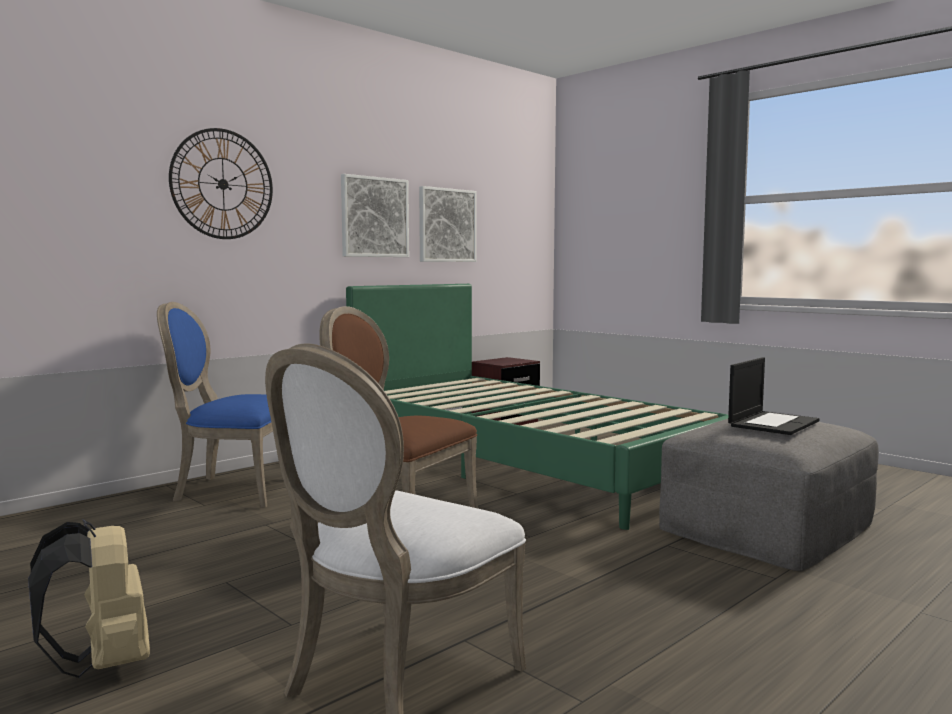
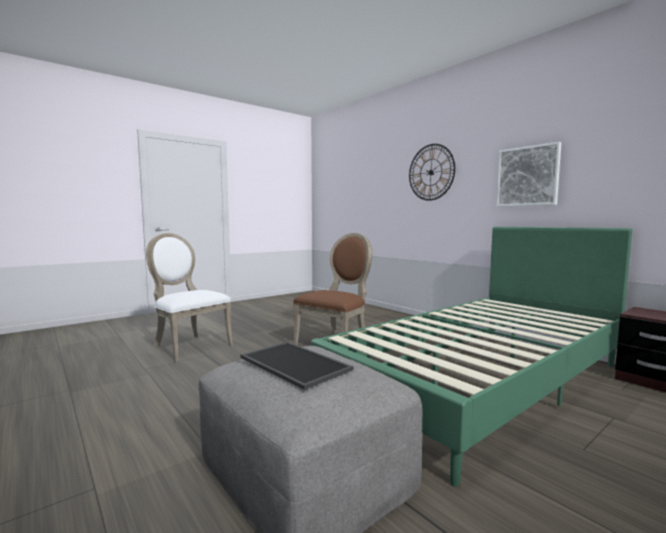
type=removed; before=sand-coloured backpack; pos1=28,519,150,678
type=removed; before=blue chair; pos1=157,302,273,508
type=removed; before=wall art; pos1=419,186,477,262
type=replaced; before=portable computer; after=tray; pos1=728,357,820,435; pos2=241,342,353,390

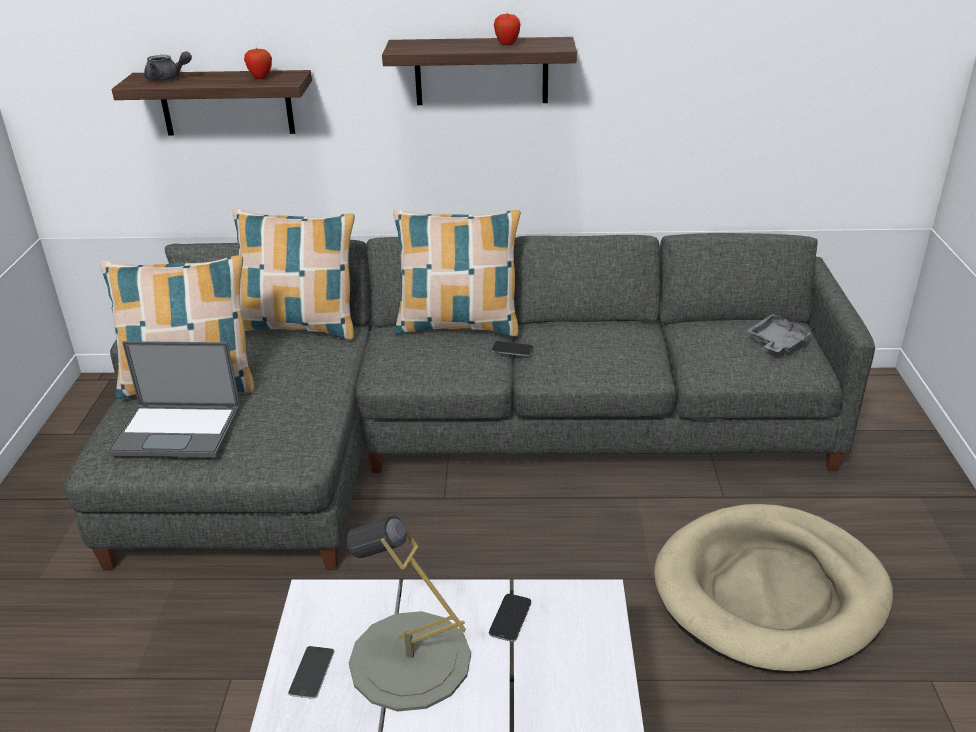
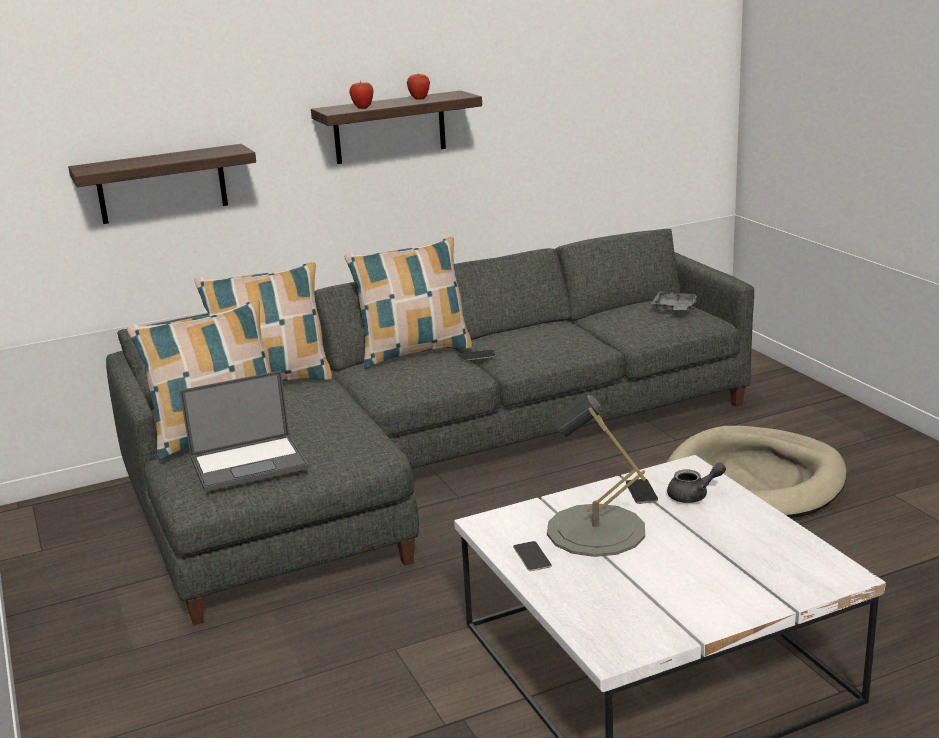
type=moved; before=greyish teapot; pos1=144,51,192,81; pos2=667,462,726,503
type=moved; before=whole apple; pos1=244,48,272,79; pos2=349,82,374,109

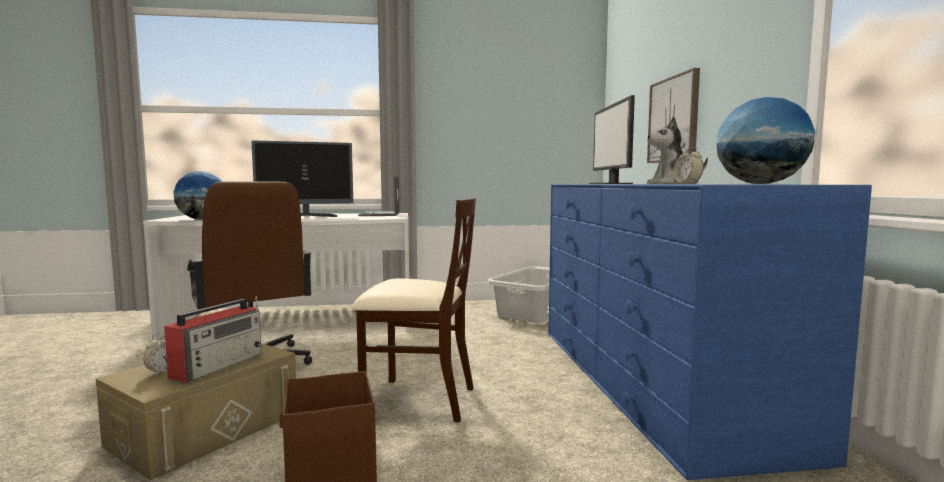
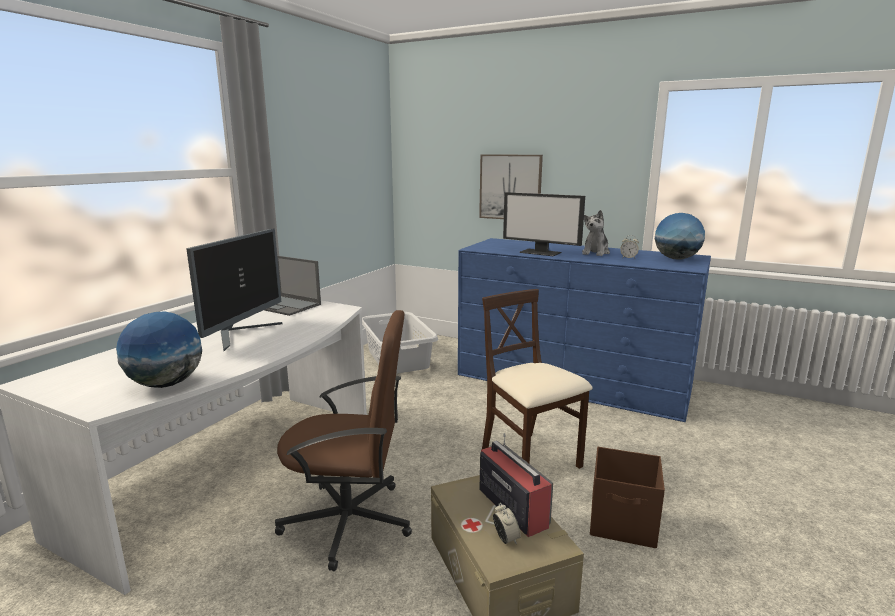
type=turned; before=sand-coloured chair; pos1=352,197,476,422; pos2=482,289,593,469; turn=-75

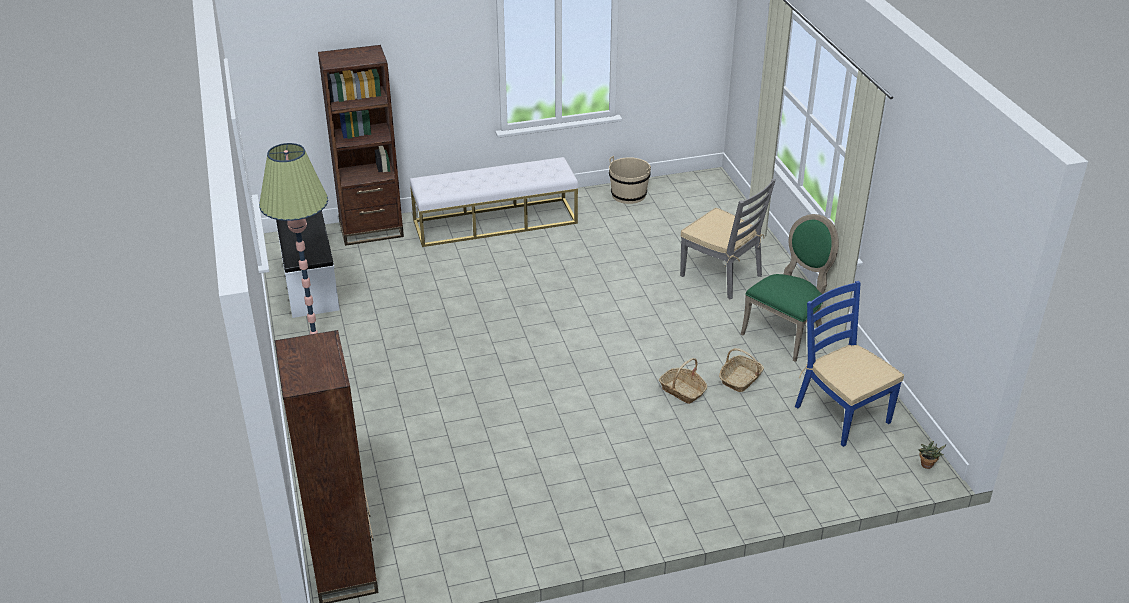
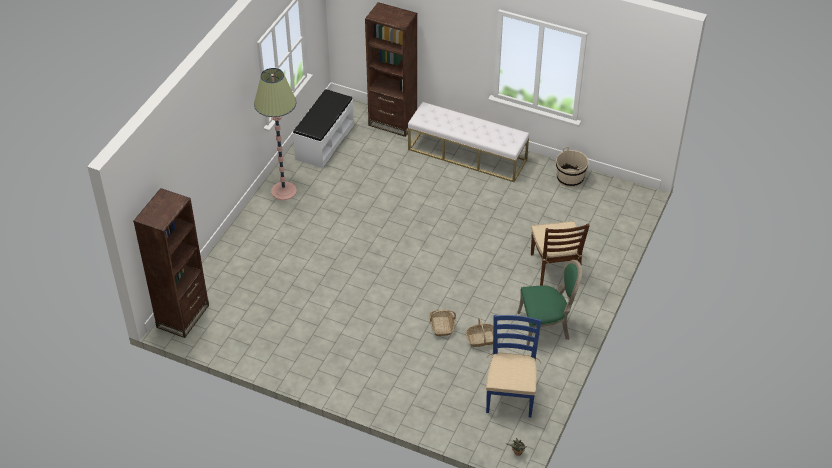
type=recoloured; before=greyish chair; after=brownish chair; pos1=680,178,776,300; pos2=531,221,590,286

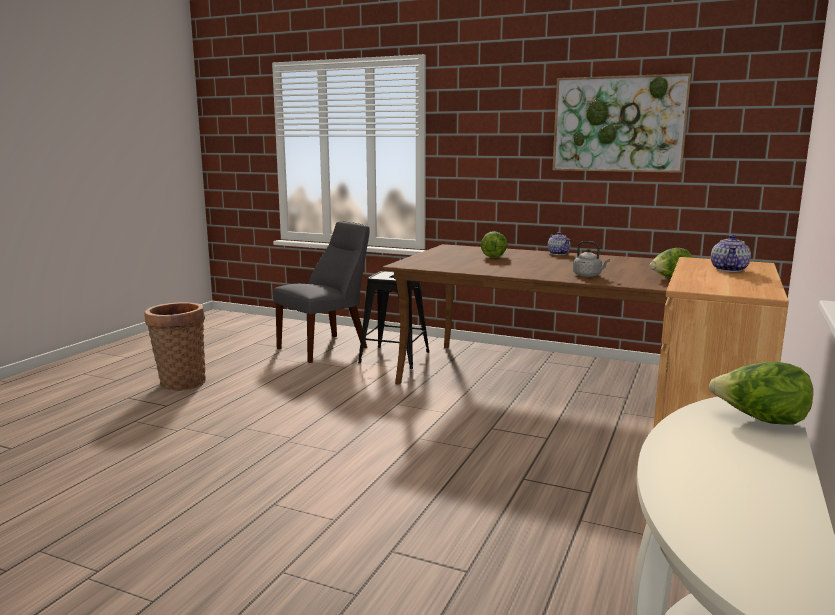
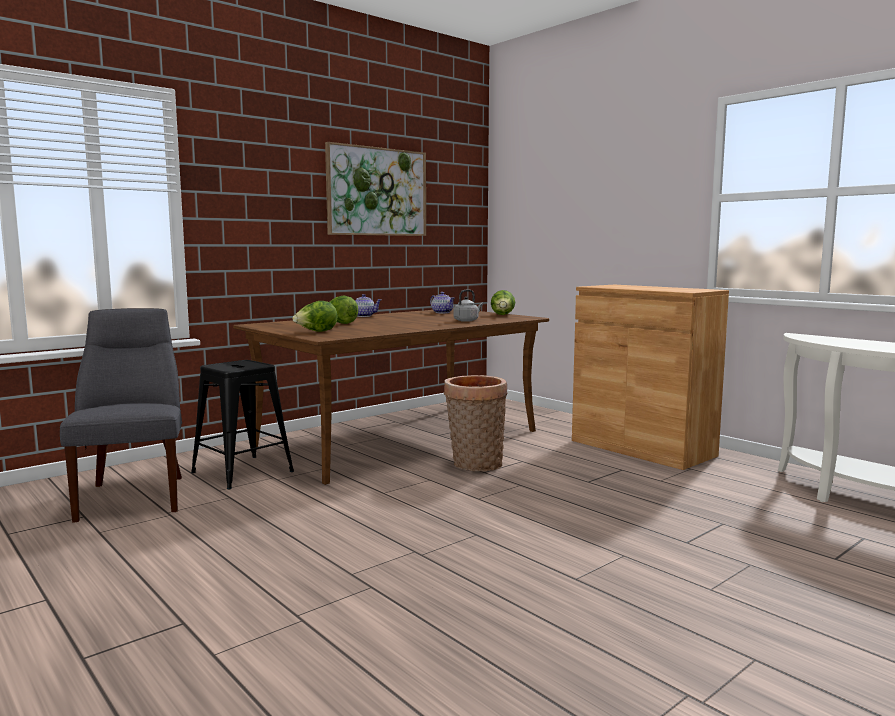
type=moved; before=storage basket; pos1=144,302,205,391; pos2=444,375,507,471
type=moved; before=head of lettuce; pos1=709,362,813,424; pos2=292,301,337,332
type=moved; before=teapot; pos1=711,235,751,272; pos2=430,292,454,313

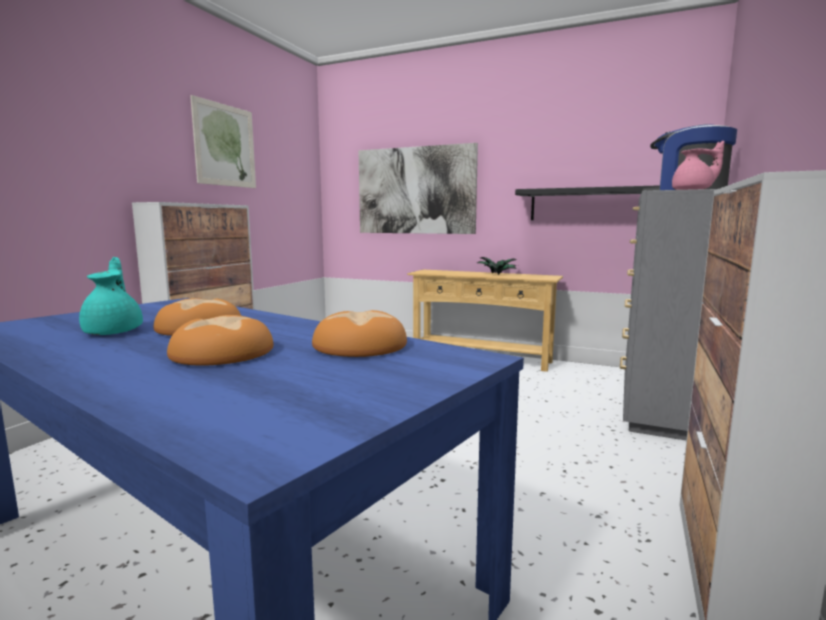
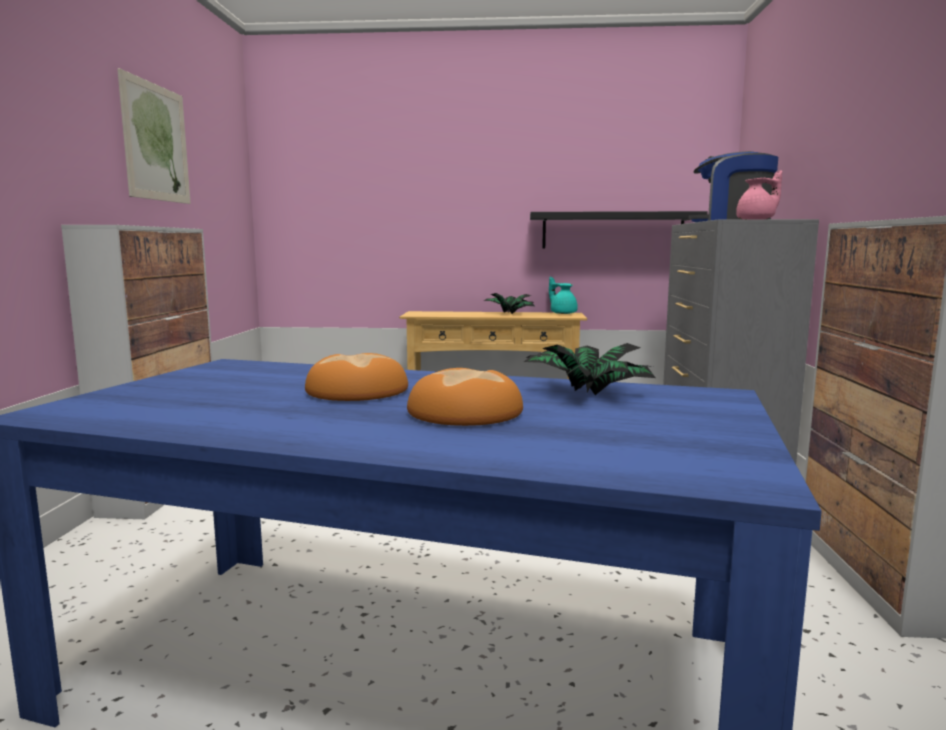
type=moved; before=blue-green teapot; pos1=79,257,143,335; pos2=549,277,578,314
type=replaced; before=bakery bread; after=houseplant; pos1=312,310,407,357; pos2=524,343,655,395
type=removed; before=wall art; pos1=359,143,478,234

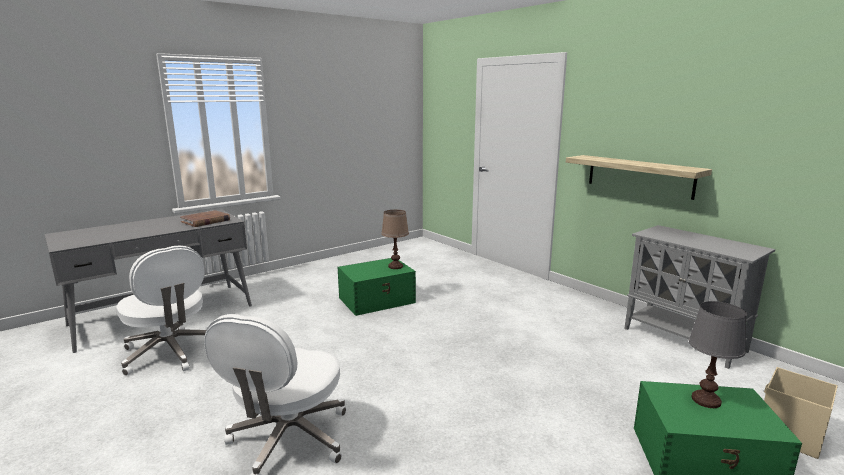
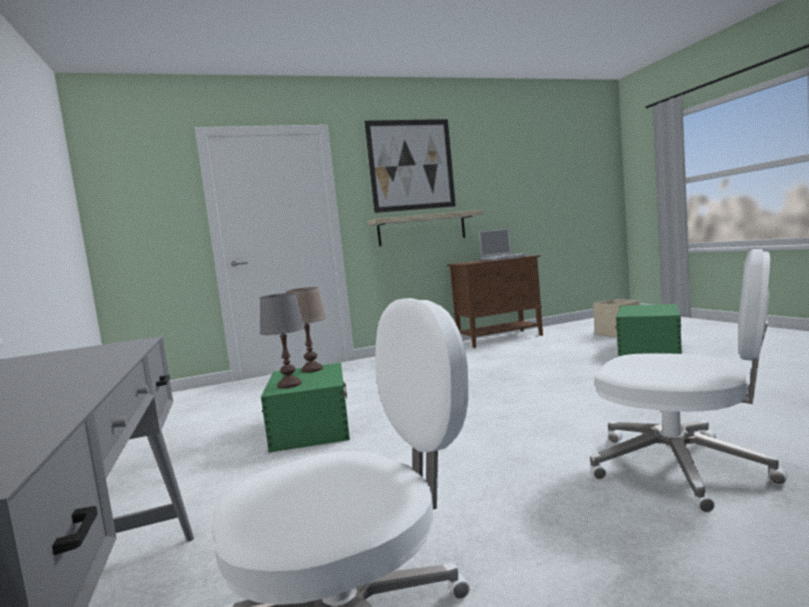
type=removed; before=brownish book; pos1=180,210,230,227
type=recoloured; before=greyish cabinet; after=brownish cabinet; pos1=624,225,775,369; pos2=447,255,543,348
type=moved; before=greyish lamp for a table; pos1=688,301,747,408; pos2=260,293,305,389
type=added; after=wall art; pos2=364,119,456,213
type=added; after=portable computer; pos2=479,229,527,260

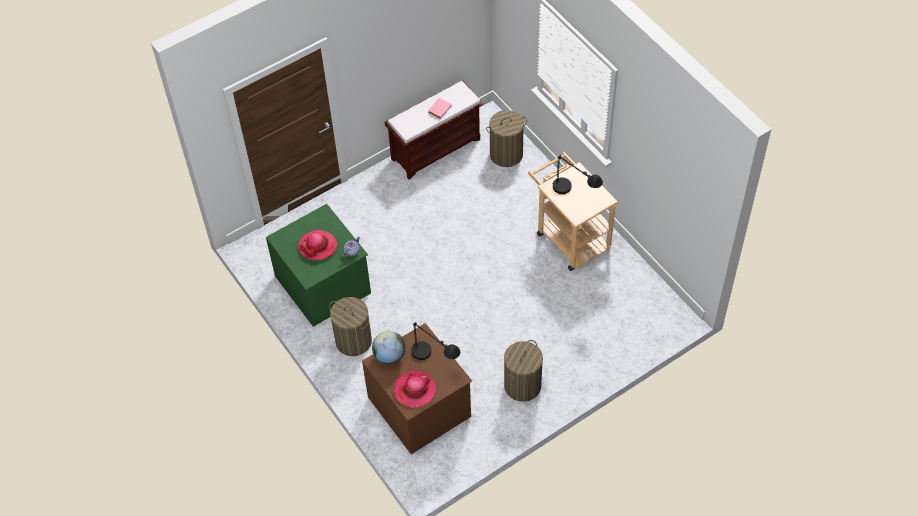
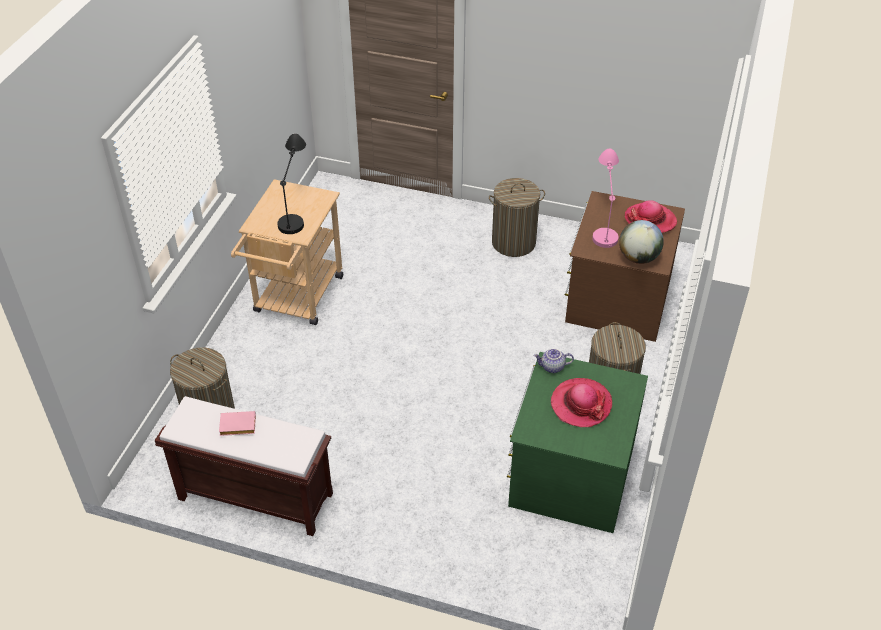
type=recoloured; before=black lamp for a table; after=pink-coloured lamp for a table; pos1=411,322,460,360; pos2=592,148,619,248

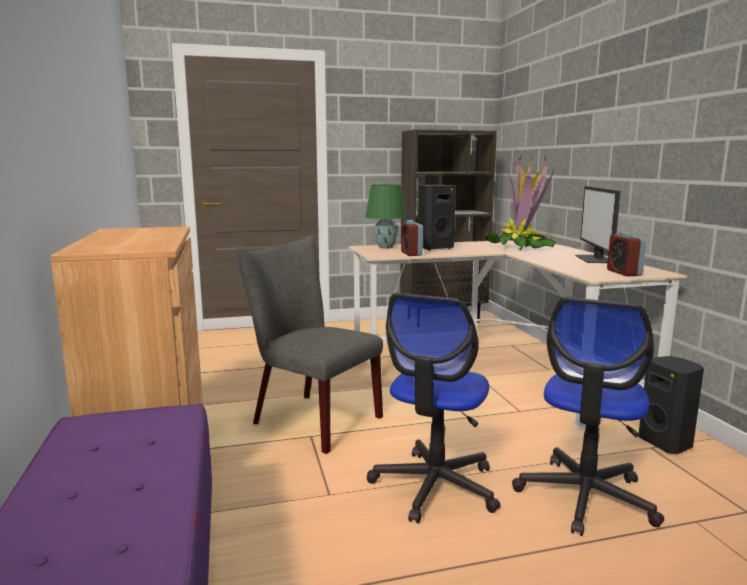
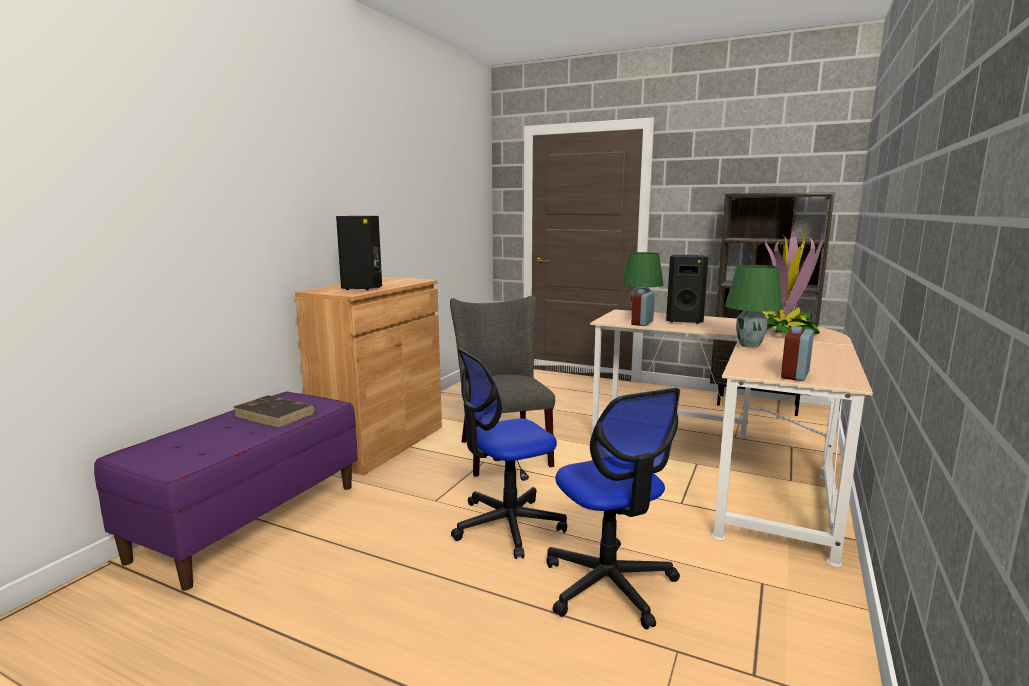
type=turned; before=office chair; pos1=512,297,664,536; pos2=546,388,680,629; turn=-90
type=removed; before=computer display; pos1=575,186,621,263
type=moved; before=black loudspeaker; pos1=638,356,704,454; pos2=336,216,382,290
type=added; after=brownish book; pos2=234,395,316,428
type=added; after=greenish lamp for a table; pos2=725,265,783,348

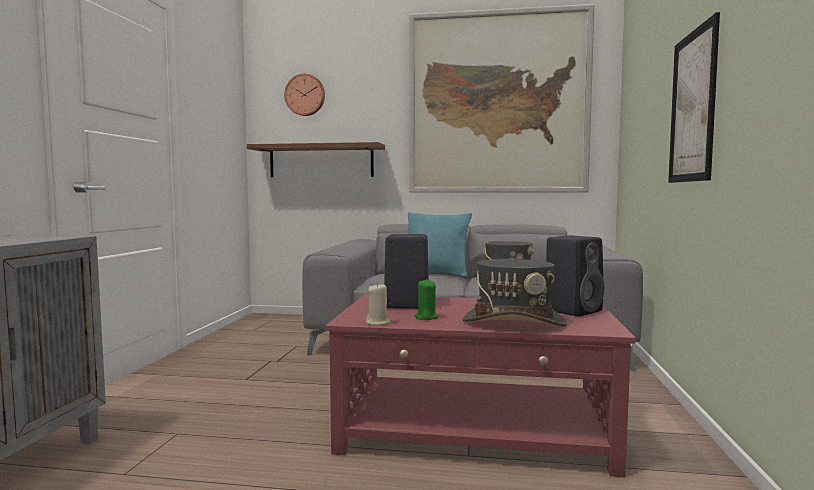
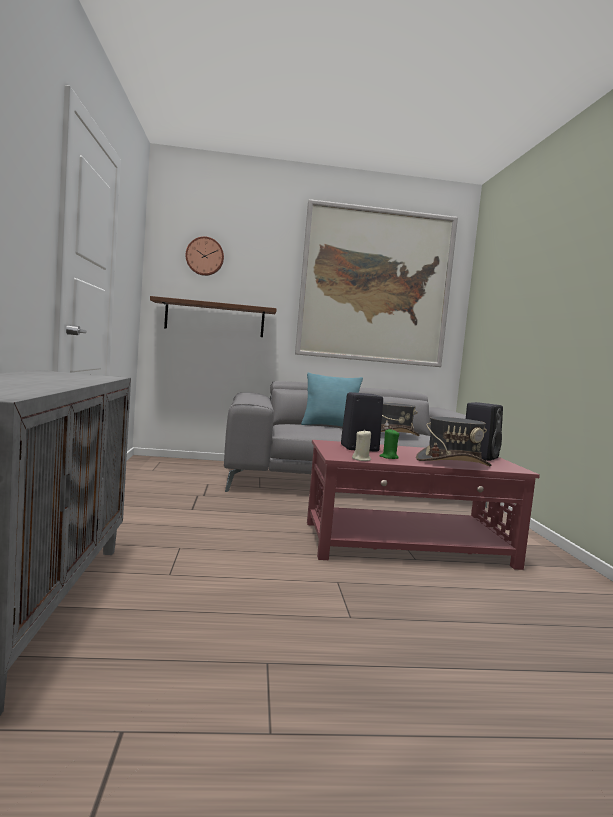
type=removed; before=wall art; pos1=668,12,720,183

